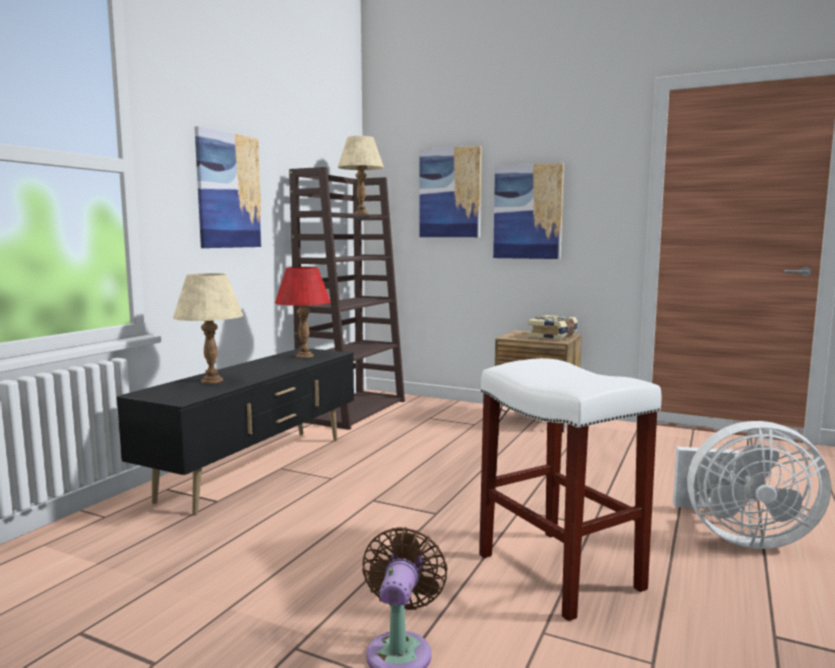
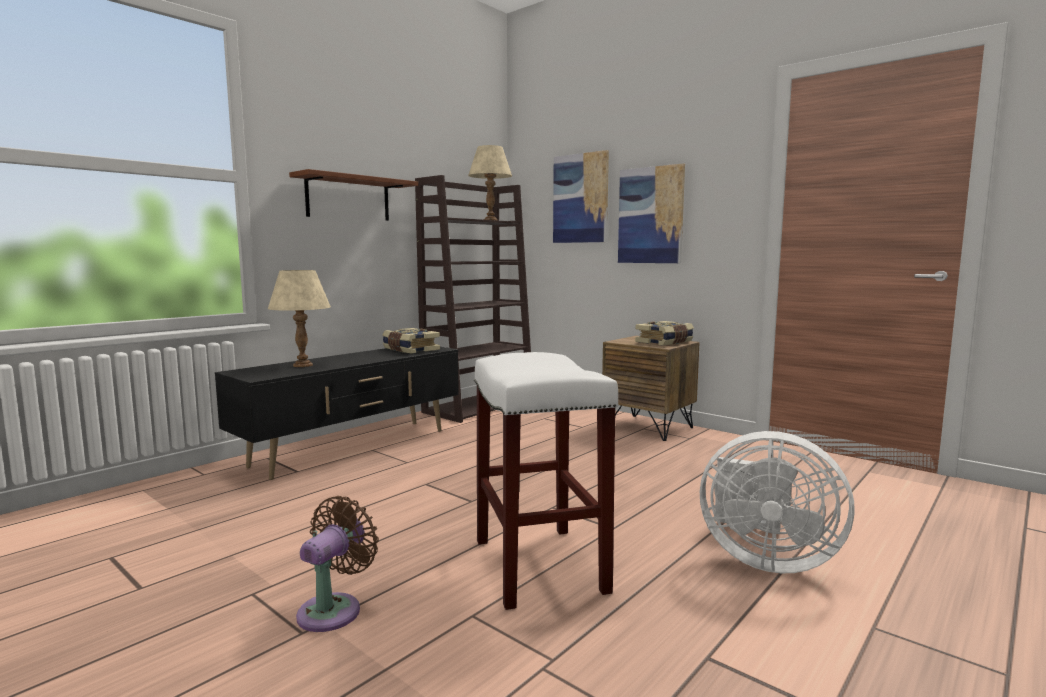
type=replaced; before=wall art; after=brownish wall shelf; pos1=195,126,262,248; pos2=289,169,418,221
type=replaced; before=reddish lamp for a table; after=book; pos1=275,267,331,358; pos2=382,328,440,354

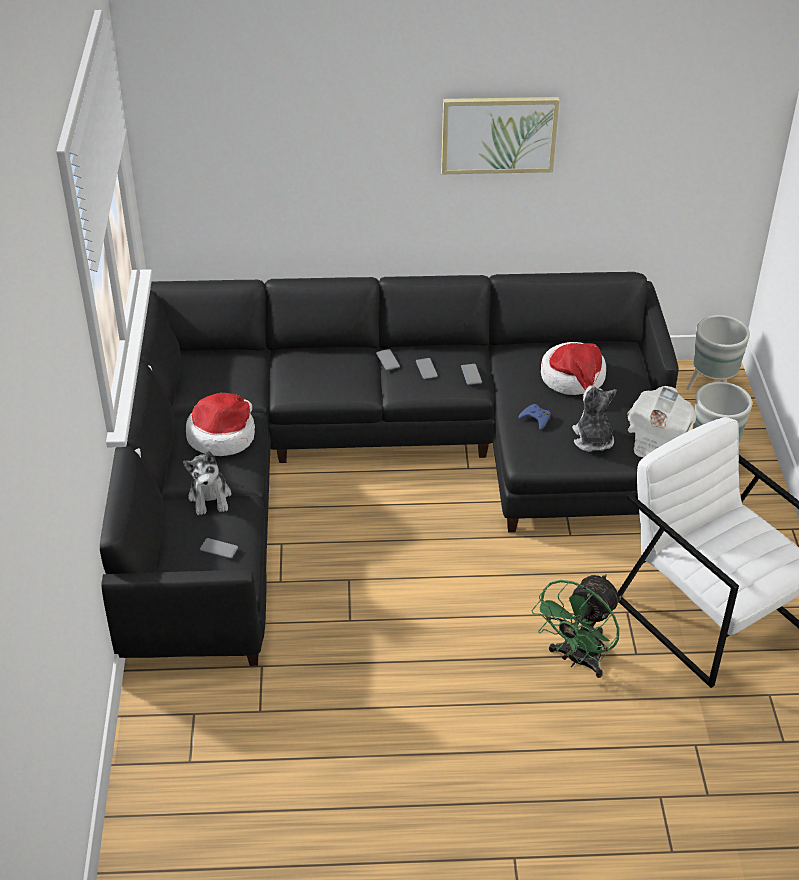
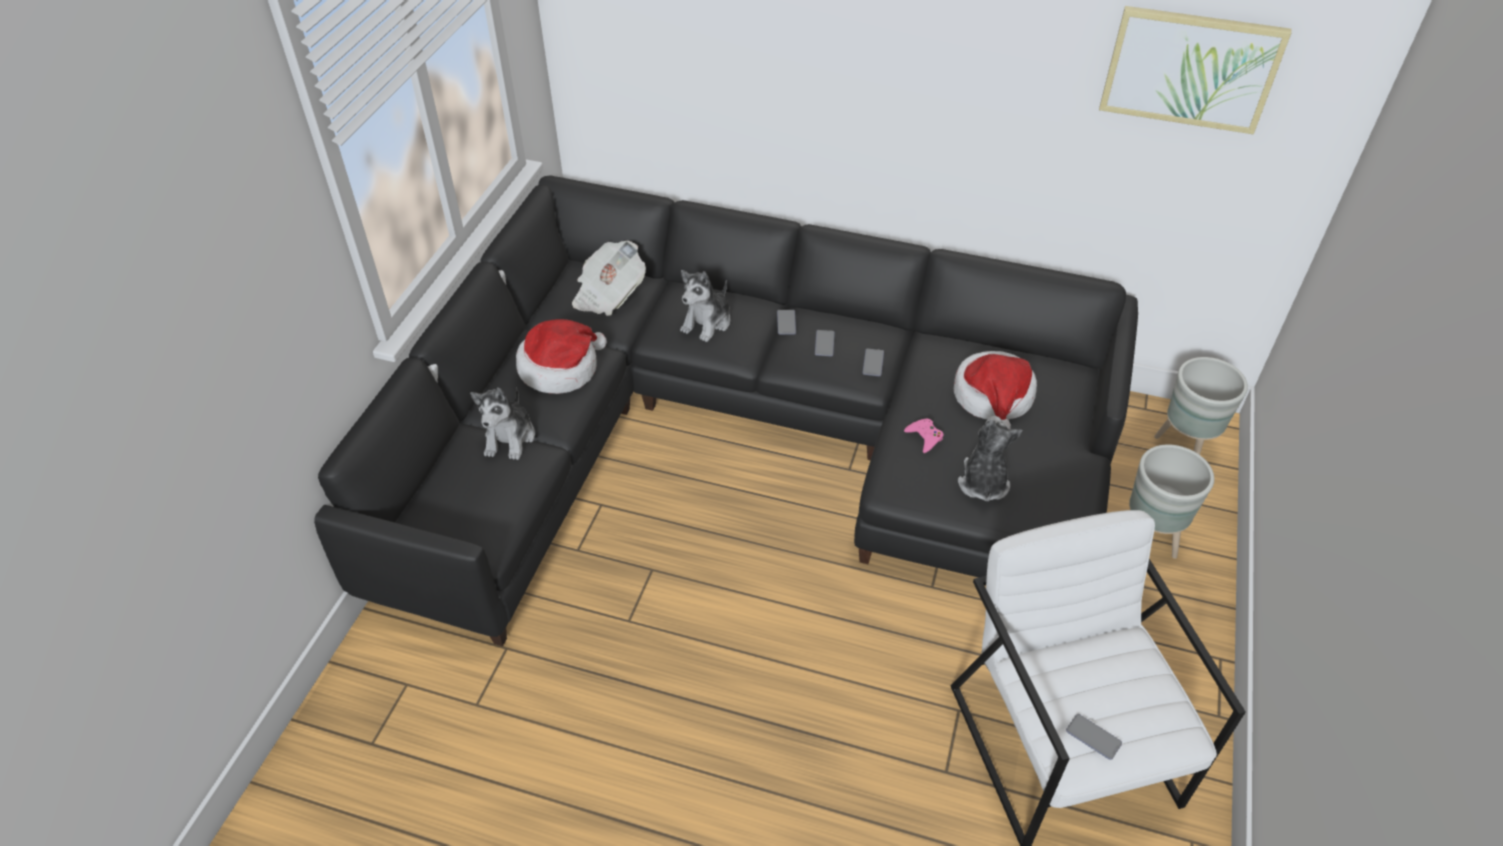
type=moved; before=handset; pos1=200,538,238,559; pos2=1066,714,1122,760
type=moved; before=wall art; pos1=441,97,559,174; pos2=1099,6,1292,134
type=recoloured; before=blue gamepad; after=pink-coloured gamepad; pos1=519,404,551,430; pos2=904,418,943,453
type=removed; before=greenish fan; pos1=532,574,621,678
type=moved; before=printed paper; pos1=627,386,696,457; pos2=572,241,646,316
type=added; after=plush toy; pos2=680,270,731,342

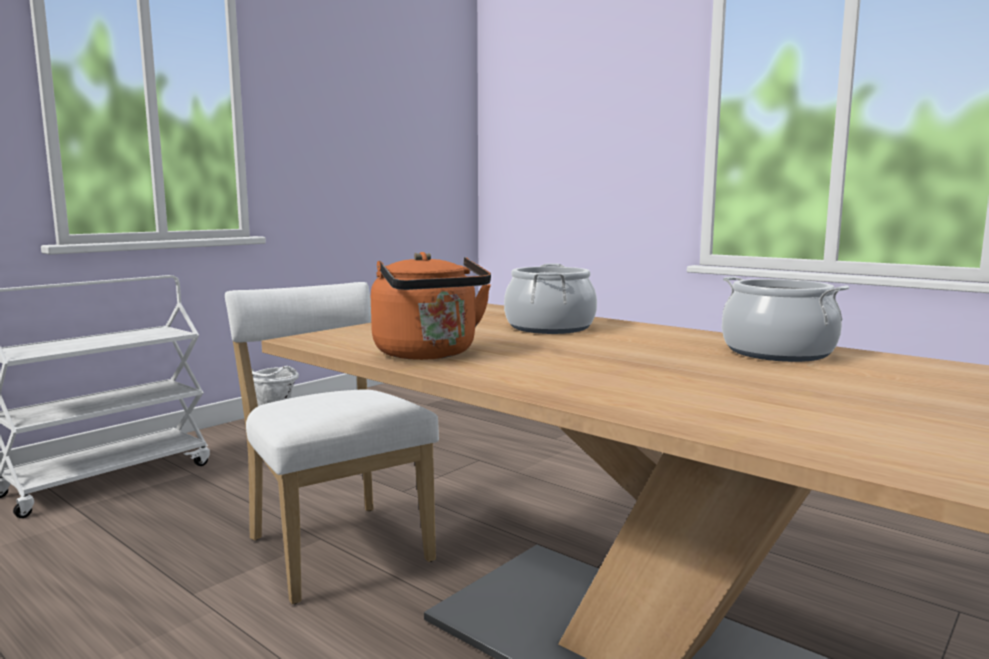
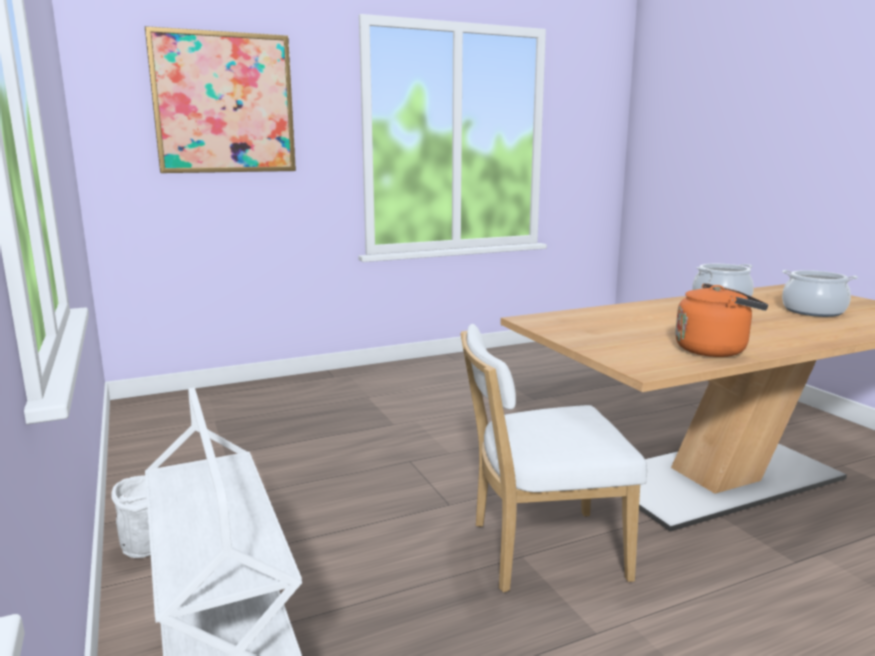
type=moved; before=saucepot; pos1=504,263,597,334; pos2=782,270,858,317
type=added; after=wall art; pos2=145,26,296,173

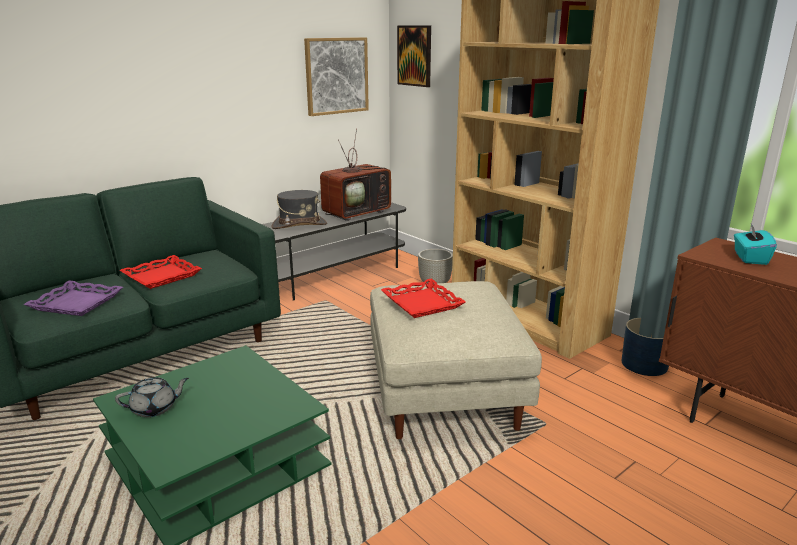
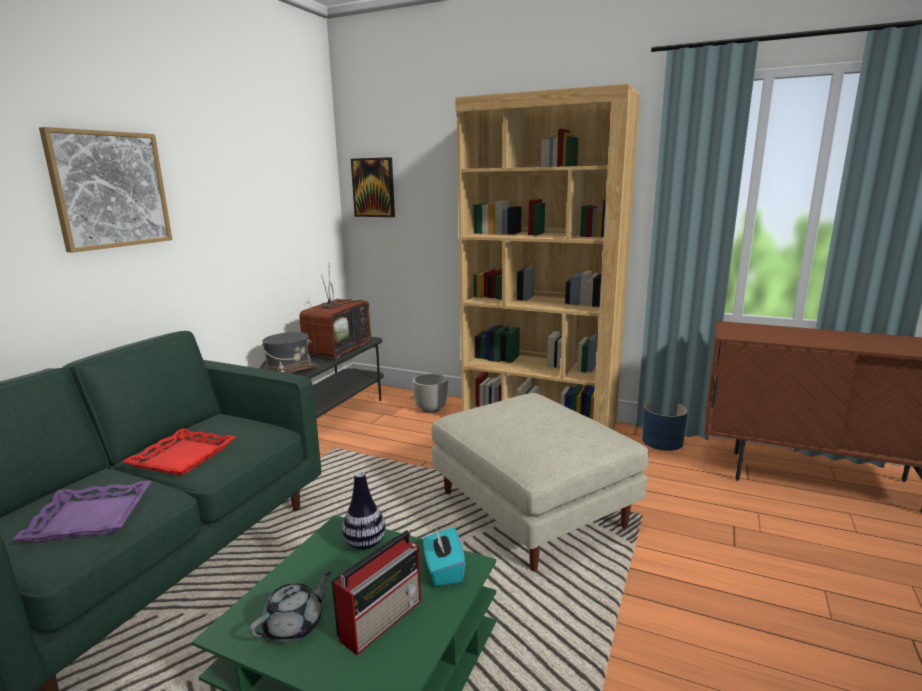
type=moved; before=wall art; pos1=304,37,369,116; pos2=39,127,172,253
type=removed; before=reddish tray; pos1=381,279,466,318
type=moved; before=blue-green tissue holder; pos1=734,224,777,265; pos2=423,527,465,586
type=added; after=radio; pos2=332,530,421,655
type=added; after=flower vase; pos2=342,471,386,550

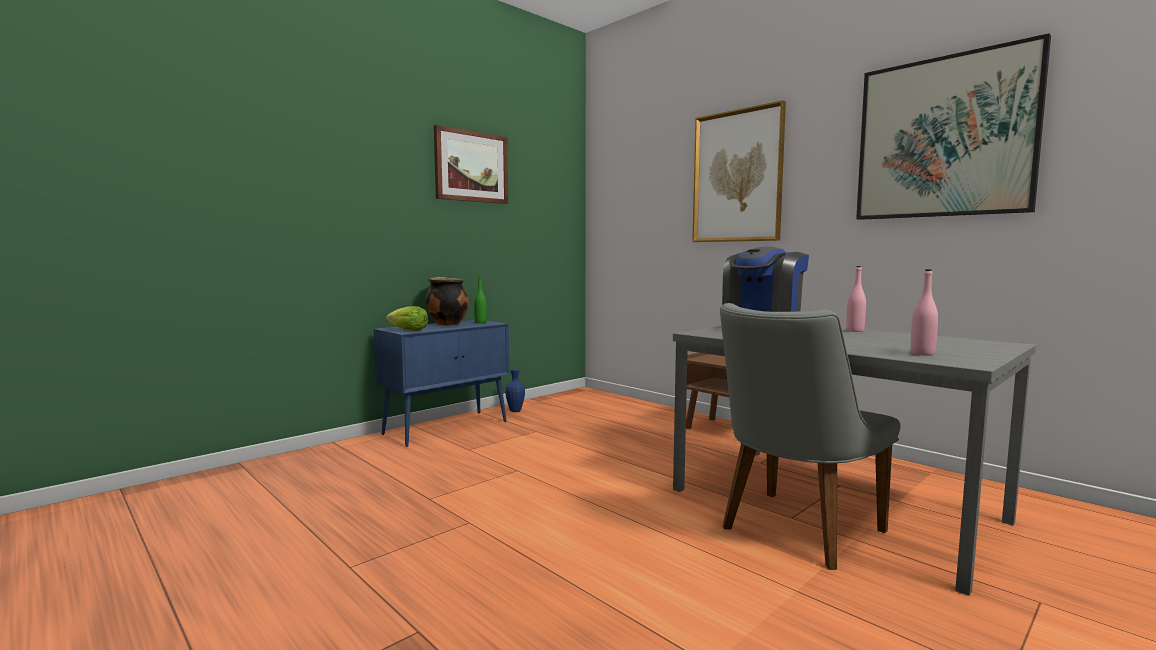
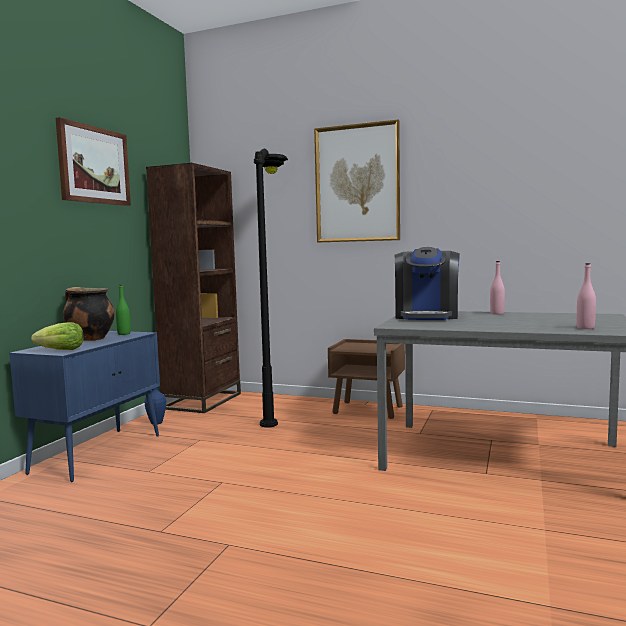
type=removed; before=greyish chair; pos1=720,303,900,570
type=removed; before=wall art; pos1=856,33,1051,220
type=added; after=brownish shelving unit; pos2=146,163,241,413
type=added; after=black floor lamp; pos2=254,149,288,428

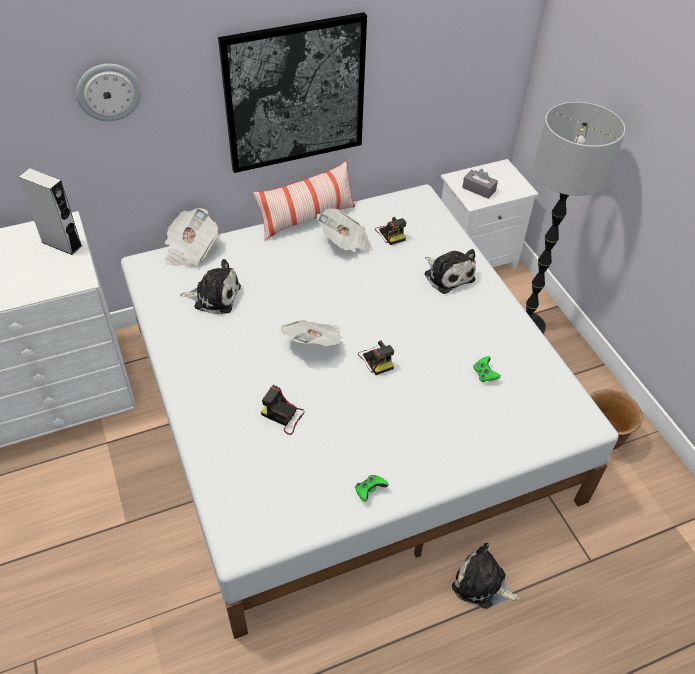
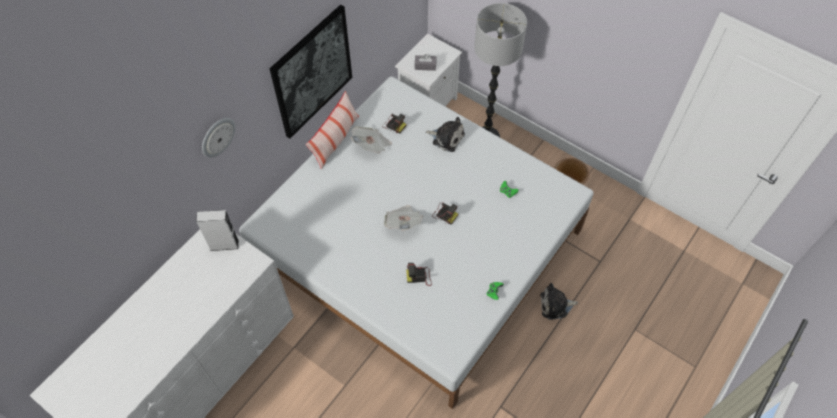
type=removed; before=printed paper; pos1=165,208,218,267
type=removed; before=plush toy; pos1=180,259,241,314

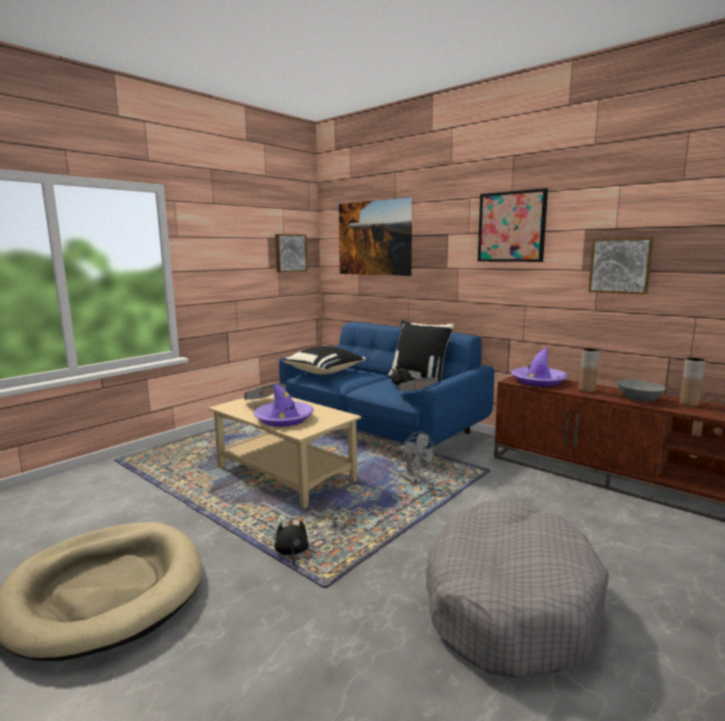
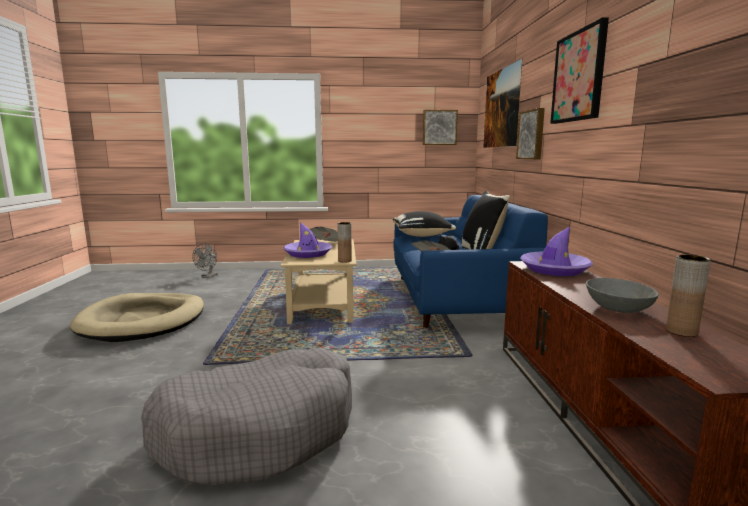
type=removed; before=black plush toy; pos1=274,519,309,566
type=moved; before=greyish fan; pos1=400,432,435,485; pos2=192,243,218,278
type=moved; before=brownish flower vase; pos1=579,348,599,392; pos2=337,222,352,263
type=moved; before=wall art; pos1=589,238,654,294; pos2=516,108,545,159

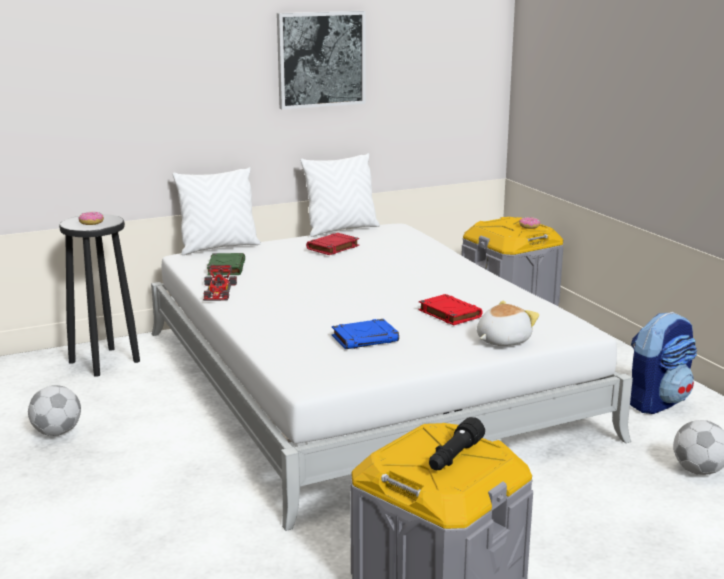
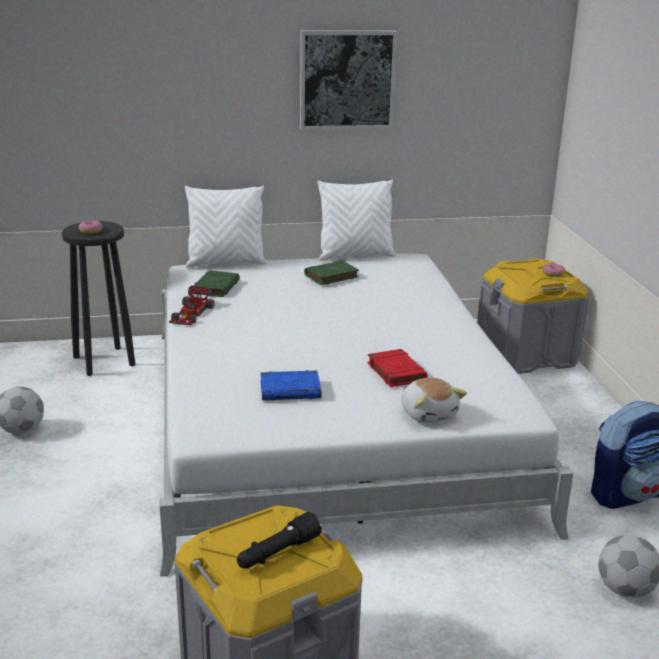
type=recoloured; before=reddish book; after=greenish book; pos1=306,233,359,255; pos2=304,261,359,285
type=turned; before=plush toy; pos1=477,301,539,346; pos2=402,378,467,423; turn=90

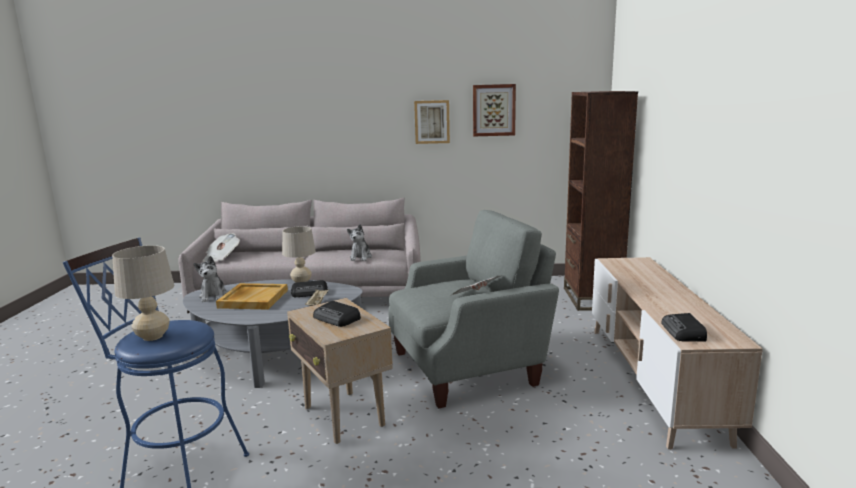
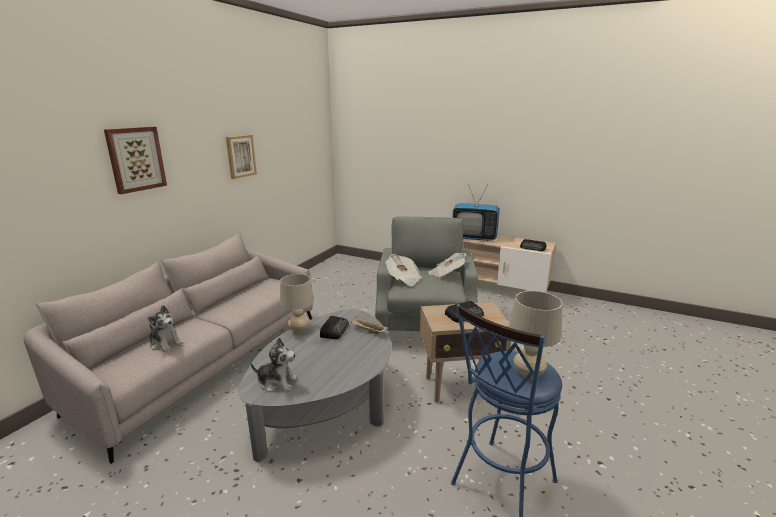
type=moved; before=printed paper; pos1=202,233,240,262; pos2=385,254,422,286
type=removed; before=sand-coloured tray; pos1=216,283,288,310
type=moved; before=plush toy; pos1=347,224,372,261; pos2=148,305,184,352
type=moved; before=wall art; pos1=473,84,516,136; pos2=104,127,167,194
type=removed; before=brownish shelving unit; pos1=564,91,638,311
type=added; after=TV set; pos2=452,184,500,241

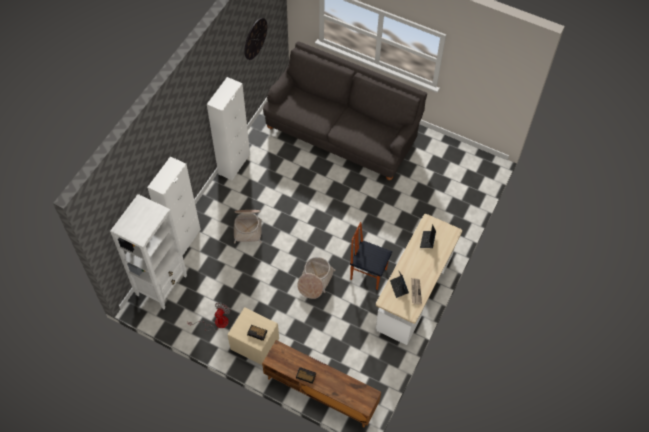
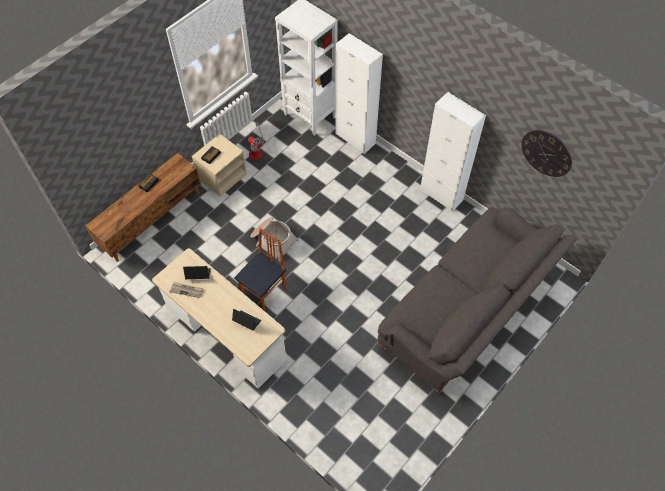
type=removed; before=storage basket; pos1=234,210,262,244

